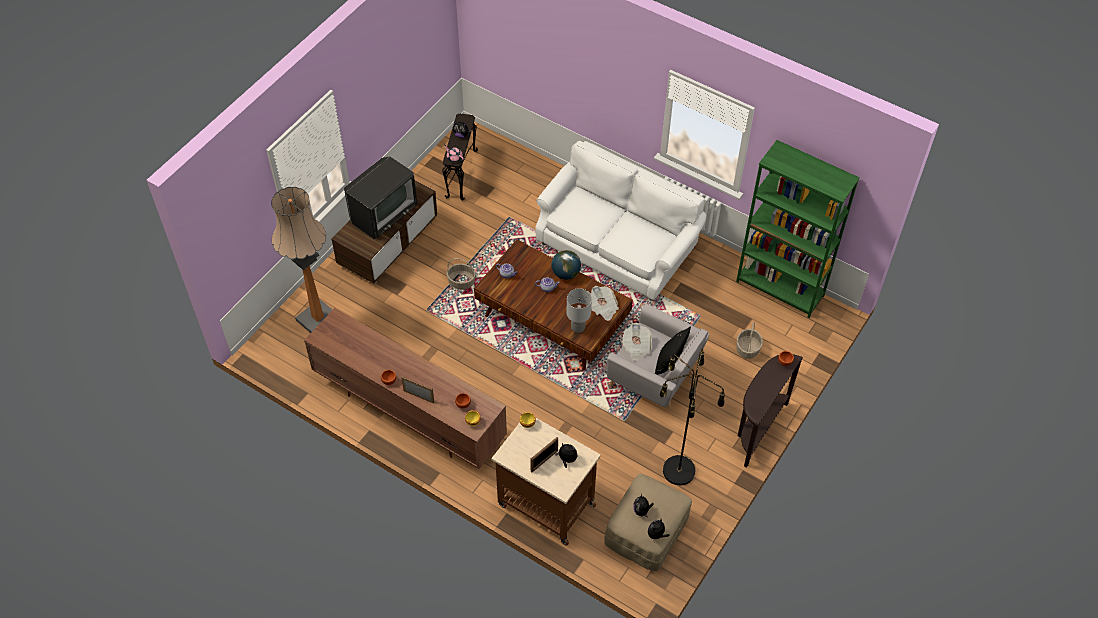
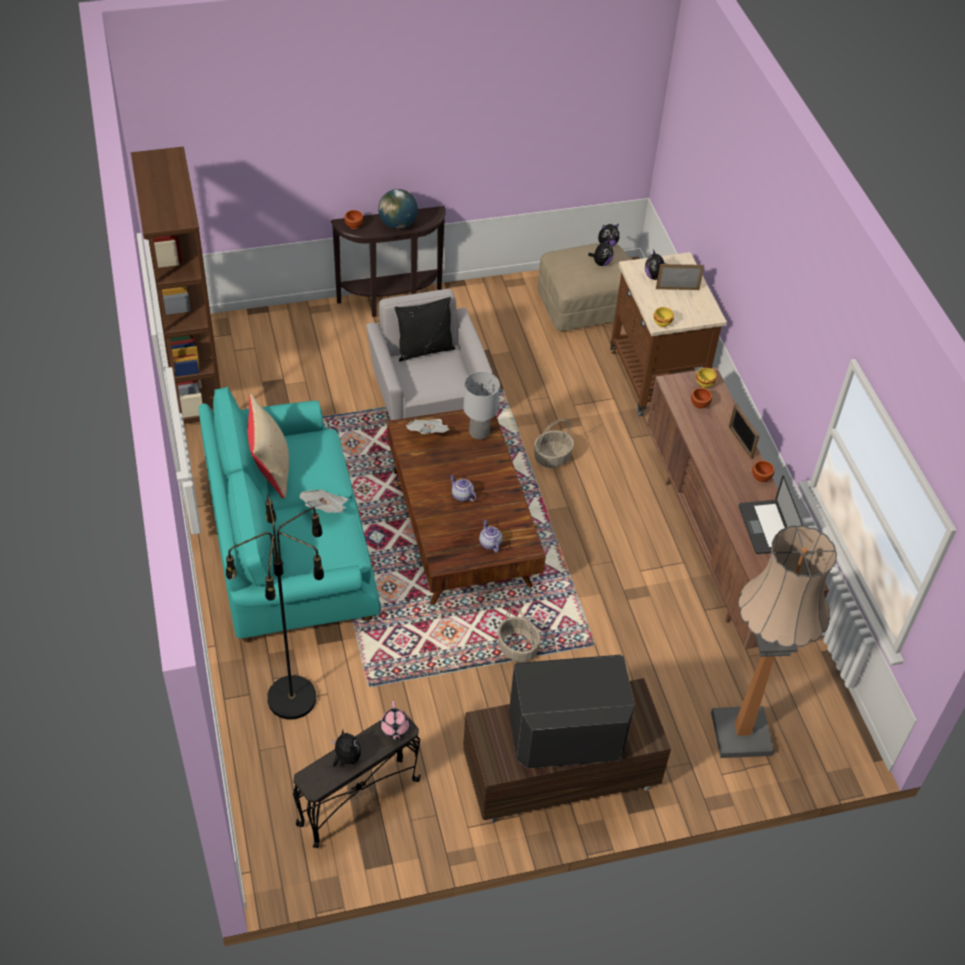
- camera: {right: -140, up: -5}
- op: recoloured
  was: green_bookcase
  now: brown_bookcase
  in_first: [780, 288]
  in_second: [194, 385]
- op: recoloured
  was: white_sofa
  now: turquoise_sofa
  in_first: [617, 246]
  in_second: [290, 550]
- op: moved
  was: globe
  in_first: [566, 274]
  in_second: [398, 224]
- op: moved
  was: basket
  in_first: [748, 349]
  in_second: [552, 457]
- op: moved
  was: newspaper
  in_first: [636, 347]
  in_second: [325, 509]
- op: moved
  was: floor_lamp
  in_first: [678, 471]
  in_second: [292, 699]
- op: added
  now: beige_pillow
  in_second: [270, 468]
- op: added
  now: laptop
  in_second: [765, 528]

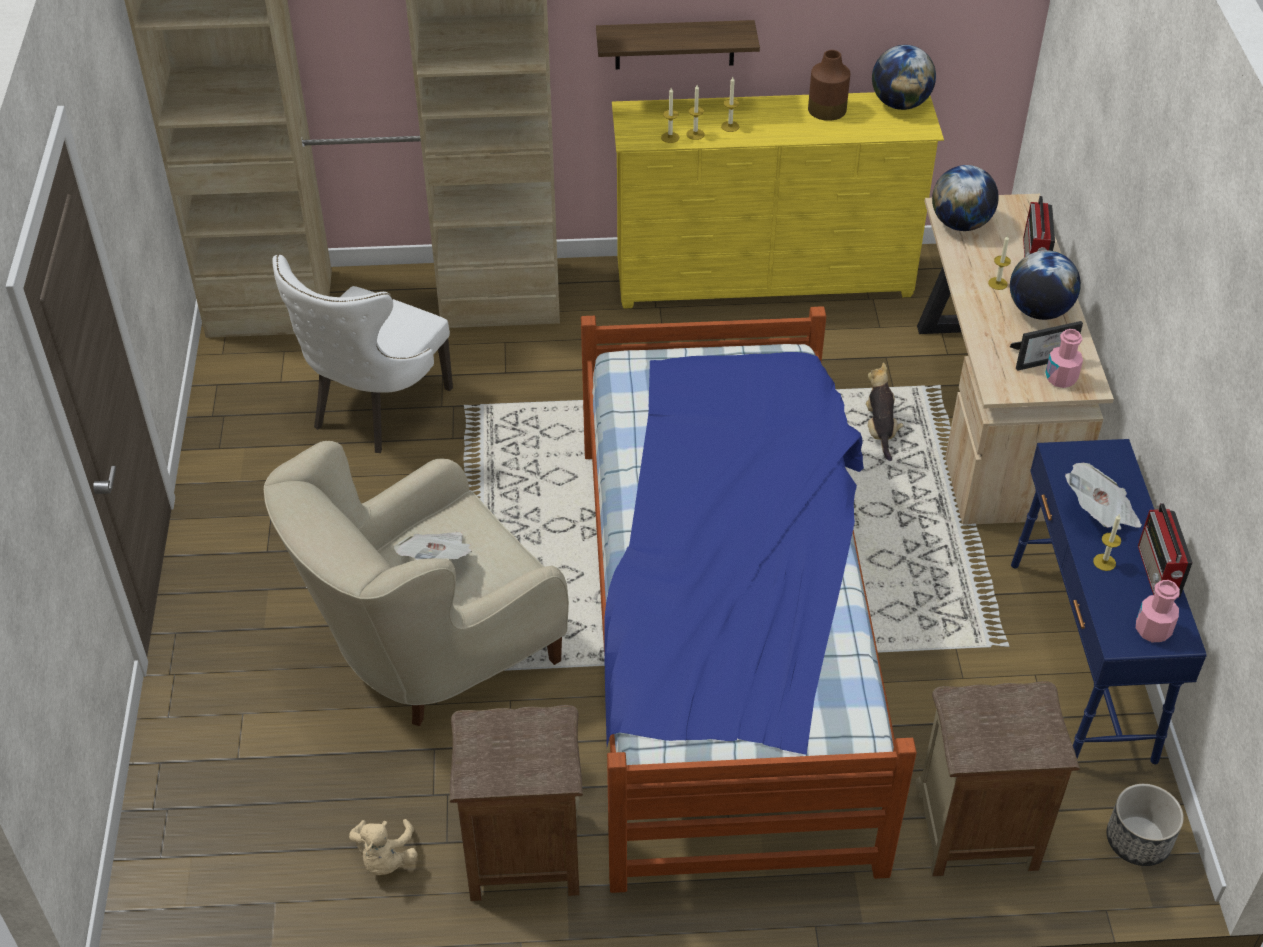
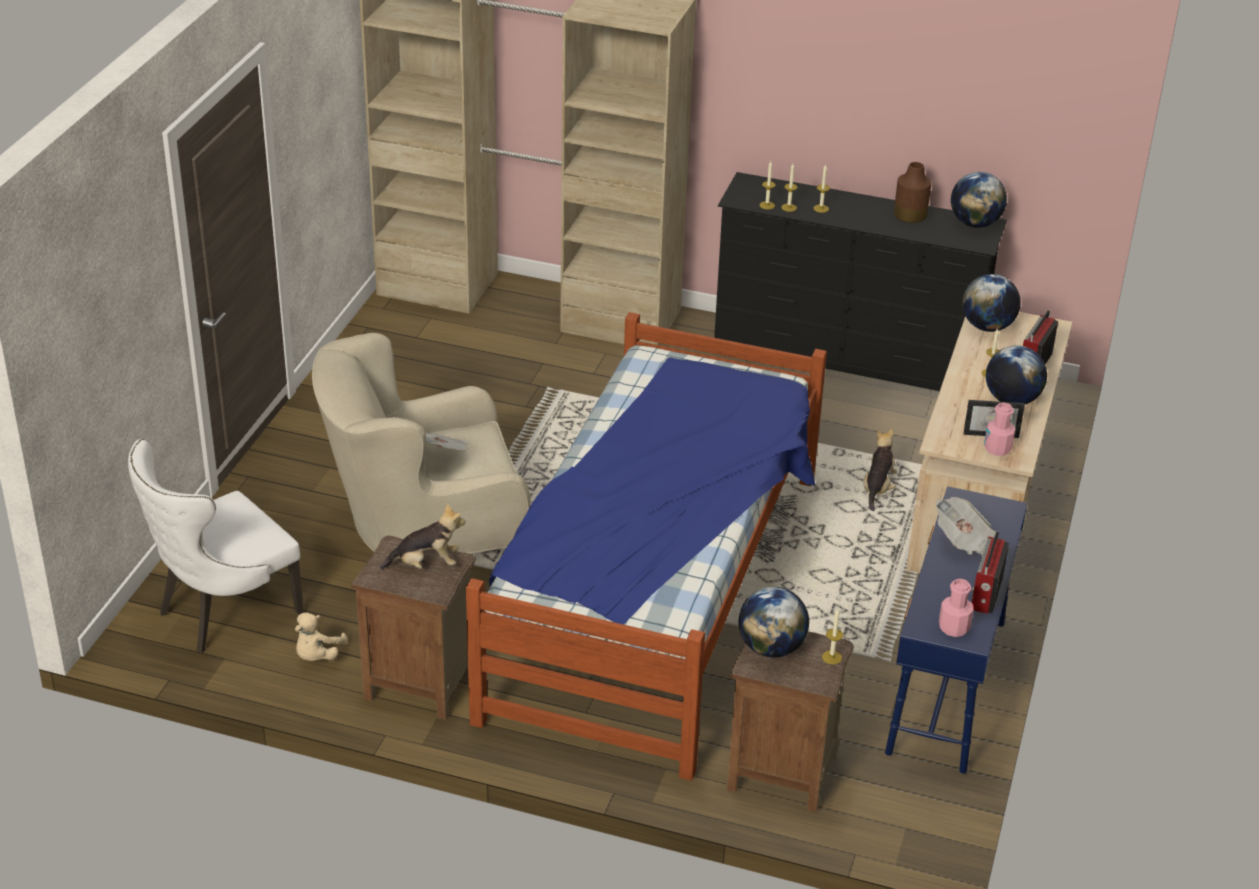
- camera: {right: 20, up: -10}
- op: removed
  was: shelf
  in_first: [674, 44]
- op: recoloured
  was: yellow_dresser
  now: black_dresser
  in_first: [763, 281]
  in_second: [845, 362]
- op: moved
  was: white_chair
  in_first: [375, 408]
  in_second: [223, 611]
- op: moved
  was: candle
  in_first: [1104, 562]
  in_second: [832, 657]
- op: removed
  was: planter
  in_first: [1138, 840]
- op: added
  now: plush_toy
  in_second: [426, 564]
- op: added
  now: globe
  in_second: [771, 647]

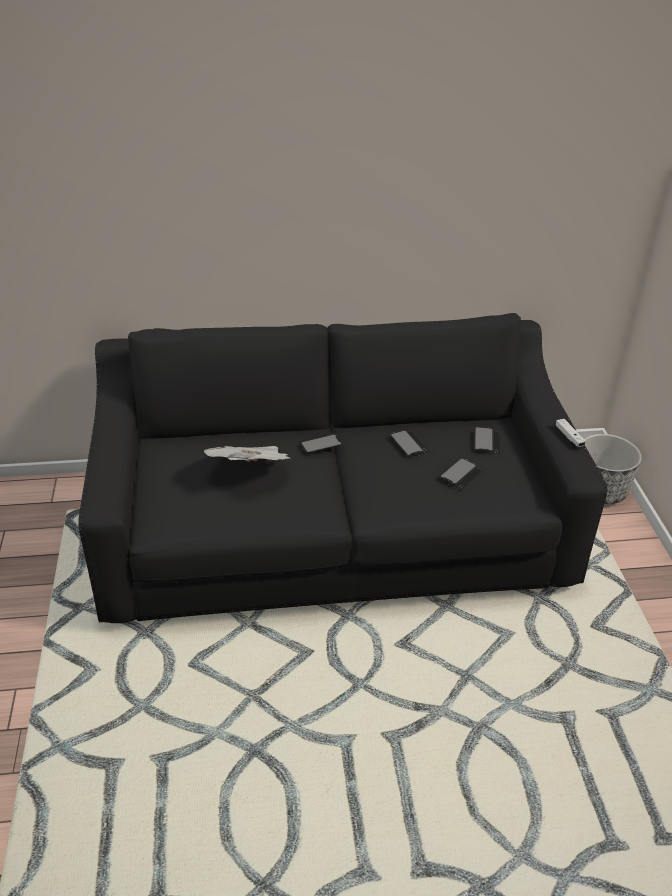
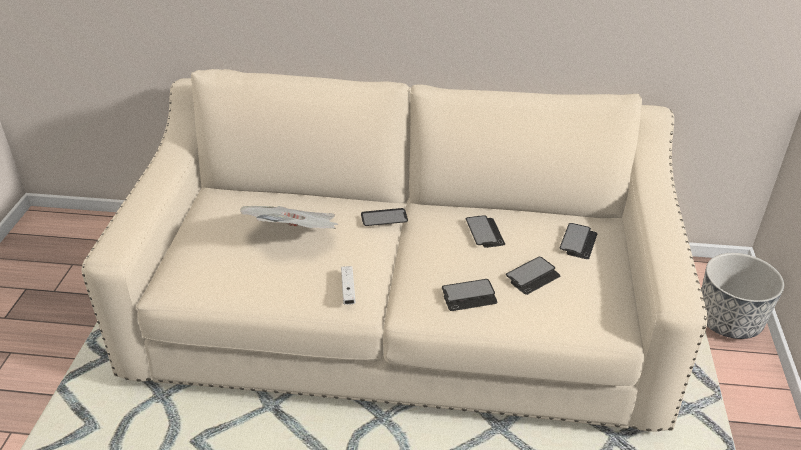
- camera: {right: 15, up: 0}
- op: recoloured
  was: black_sofa
  now: beige_sofa
  in_first: [334, 532]
  in_second: [401, 319]
- op: moved
  was: white_game_controller
  in_first: [569, 437]
  in_second: [348, 290]
- op: added
  now: phone
  in_second: [469, 296]

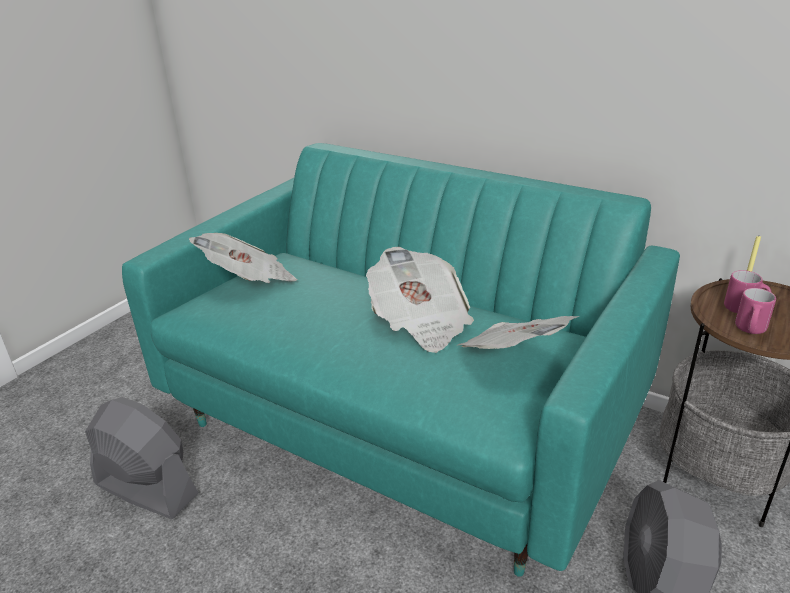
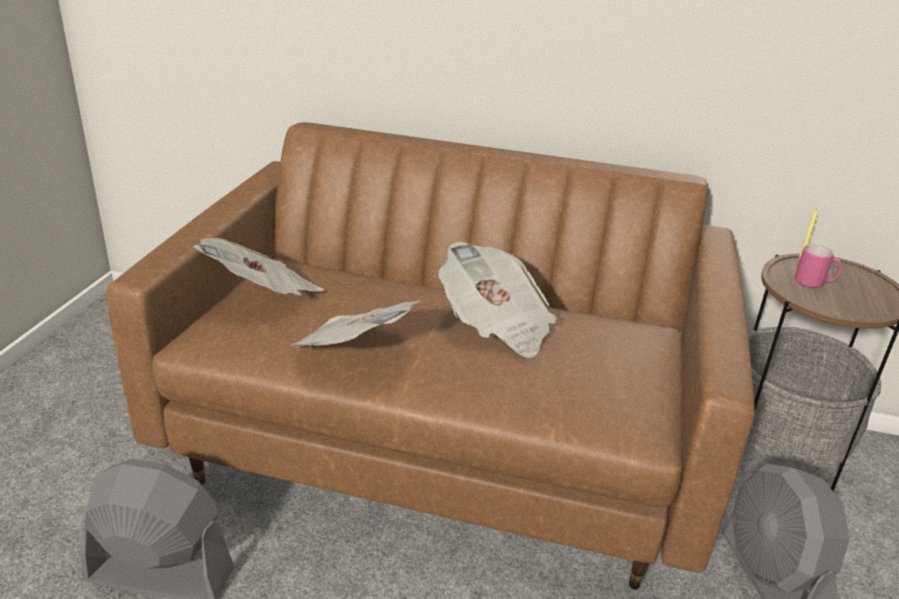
- camera: {right: -20, up: 0}
- op: recoloured
  was: turquoise_sofa
  now: brown_sofa
  in_first: [400, 422]
  in_second: [441, 444]
- op: removed
  was: pink_mug
  in_first: [749, 330]
- op: moved
  was: newspaper
  in_first: [513, 356]
  in_second: [354, 352]

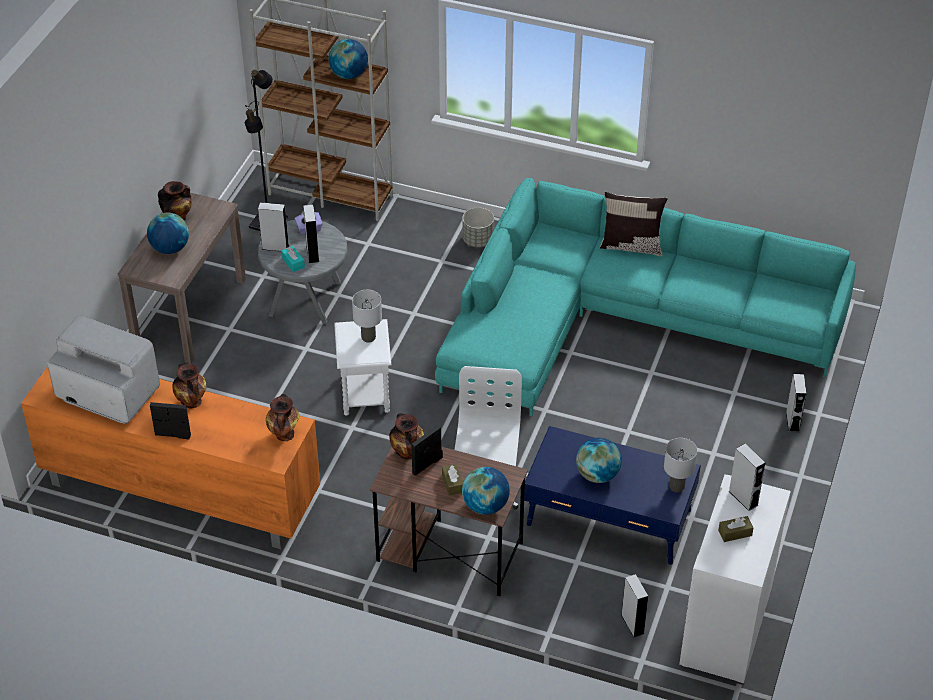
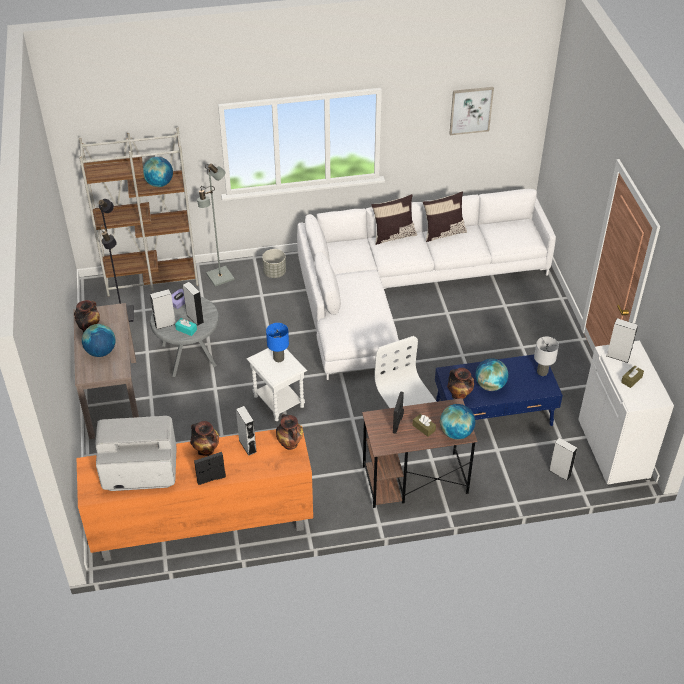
- camera: {right: -30, up: 0}
- op: recoloured
  was: turquoise_sofa
  now: white_sofa
  in_first: [619, 322]
  in_second: [403, 289]
- op: recoloured
  was: white_table_lamp
  now: blue_table_lamp
  in_first: [368, 338]
  in_second: [278, 359]
- op: moved
  was: grey_speaker
  in_first: [792, 422]
  in_second: [247, 446]
- op: moved
  was: vase
  in_first: [407, 453]
  in_second: [459, 395]
- op: added
  now: picture
  in_second: [470, 110]
- op: added
  now: grey_floor_lamp
  in_second: [220, 276]
- op: added
  now: pillow
  in_second: [443, 233]

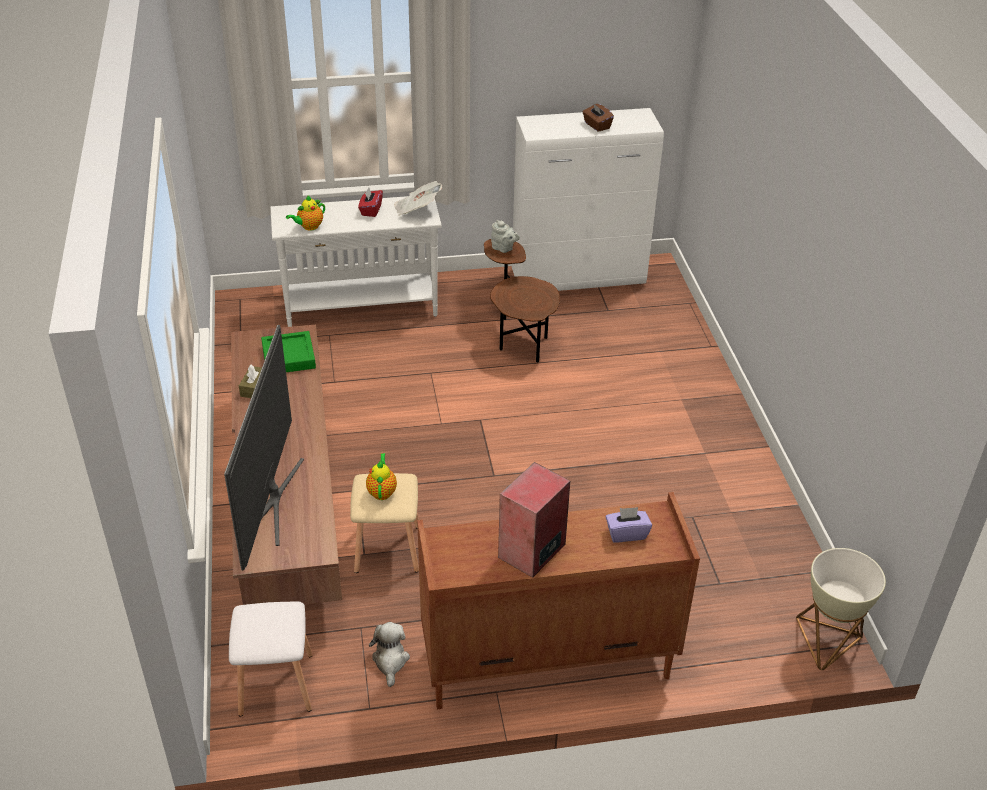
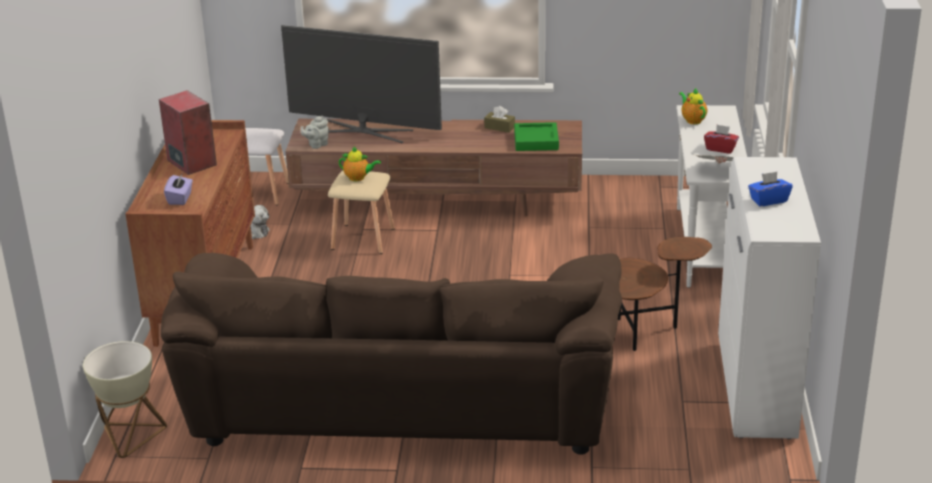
- camera: {right: 105, up: -10}
- op: recoloured
  was: brown_tissue_box
  now: blue_tissue_box
  in_first: [596, 125]
  in_second: [768, 200]
- op: moved
  was: grey_teapot
  in_first: [503, 249]
  in_second: [317, 145]
- op: added
  now: brown_sofa
  in_second: [401, 412]

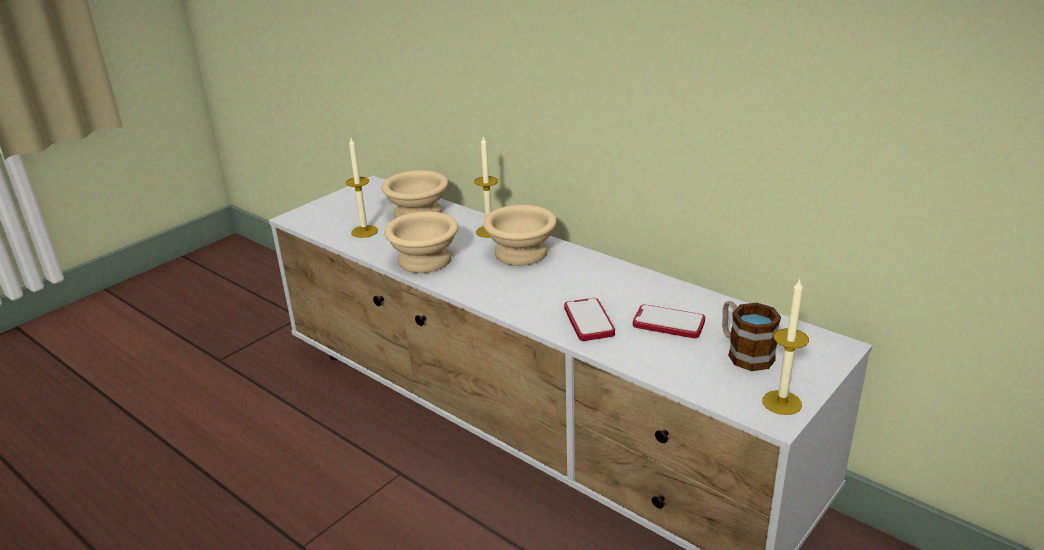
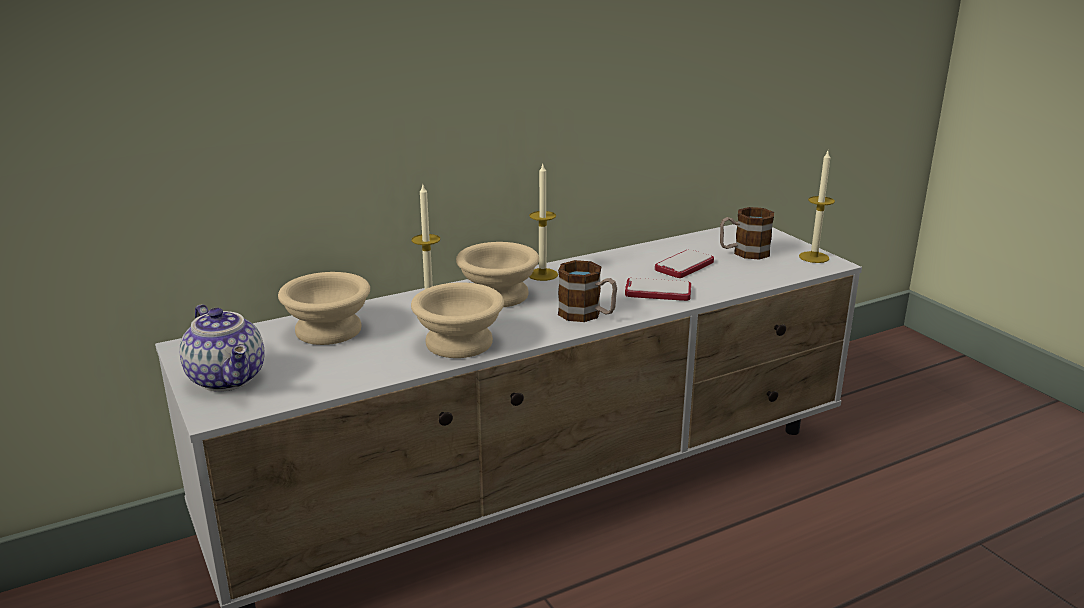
- camera: {right: -70, up: -5}
- op: moved
  was: candle
  in_first: [364, 231]
  in_second: [542, 274]
- op: added
  now: mug
  in_second: [587, 315]
- op: added
  now: teapot
  in_second: [229, 379]

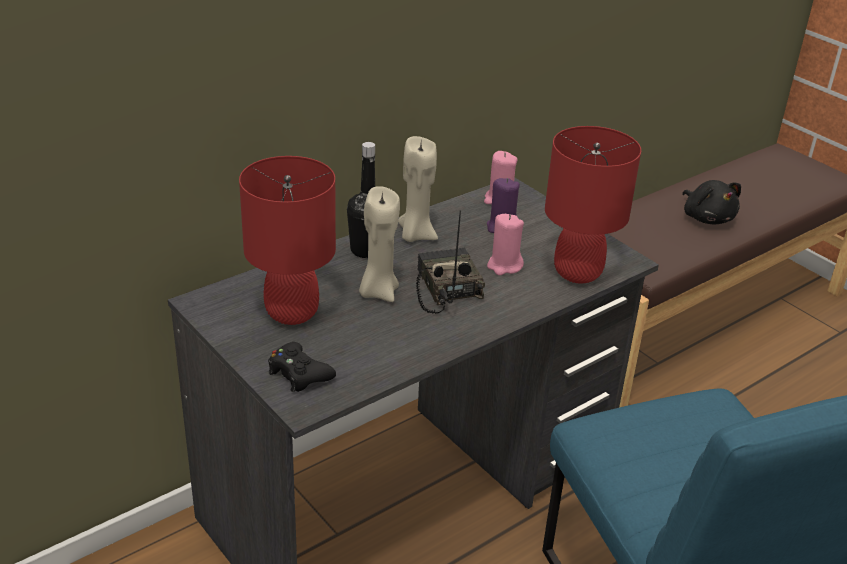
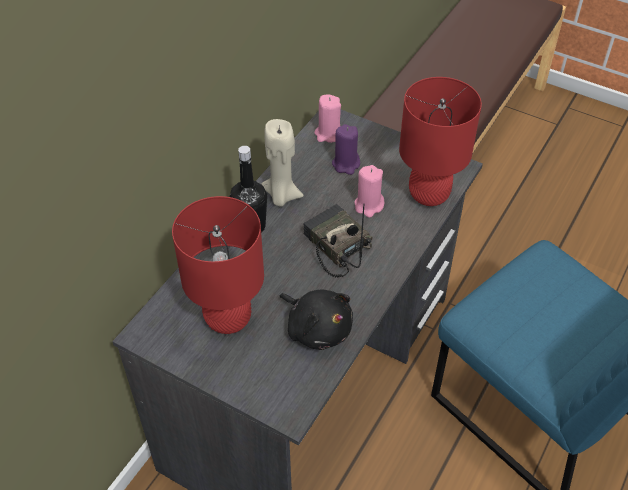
- camera: {right: -20, up: 15}
- op: moved
  was: black_plush_toy
  in_first: [707, 218]
  in_second: [317, 328]
- op: removed
  was: beige_candle
  in_first: [378, 292]
- op: removed
  was: black_game_controller
  in_first: [299, 374]

